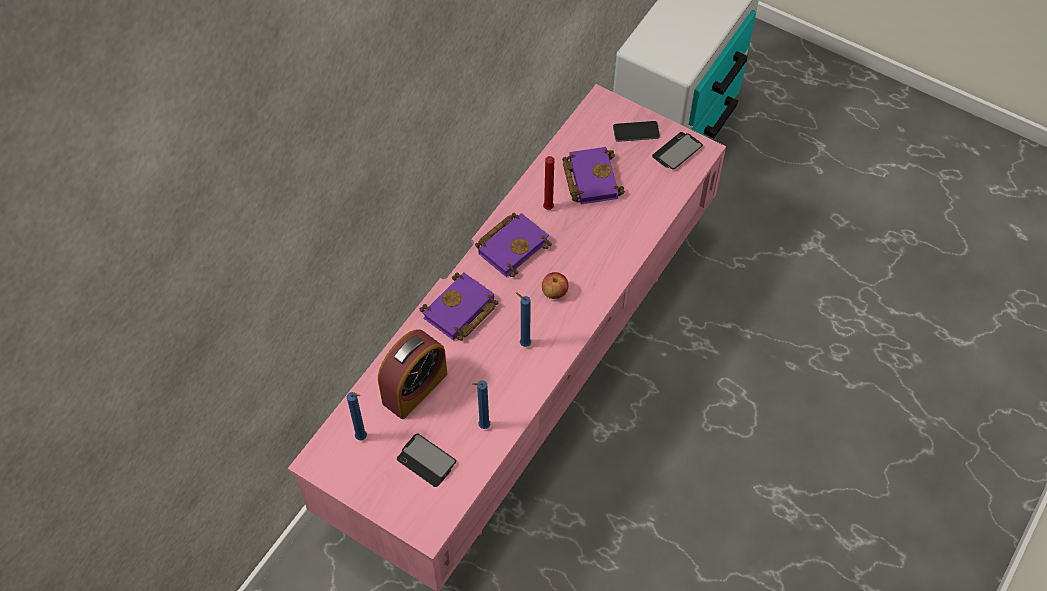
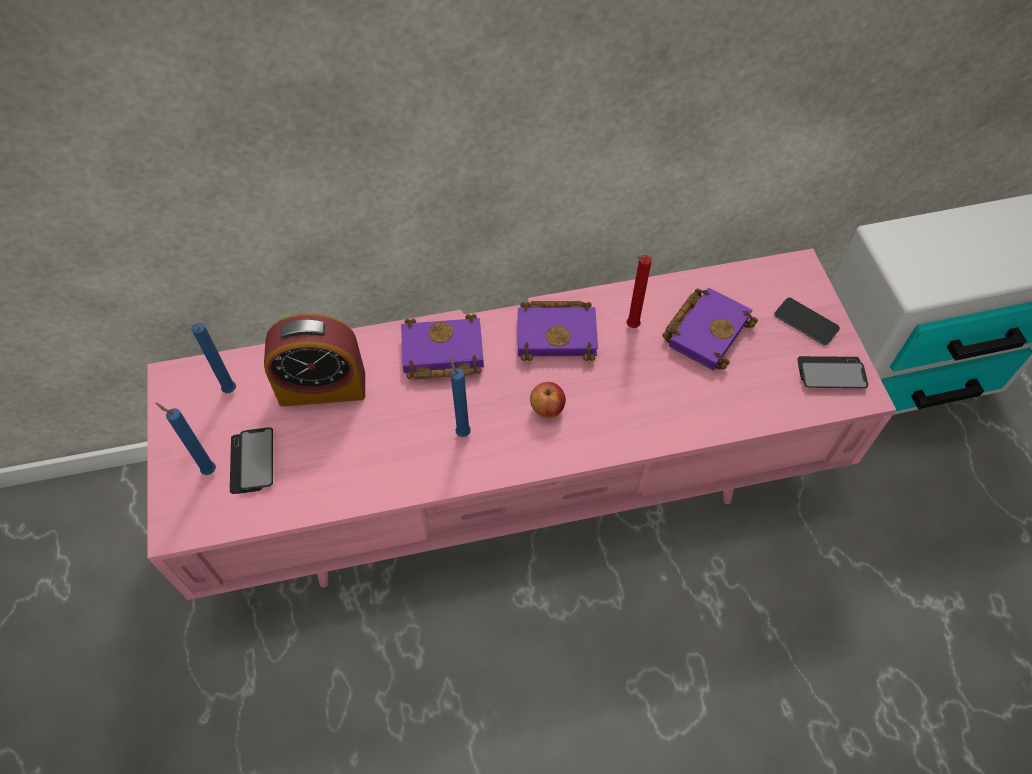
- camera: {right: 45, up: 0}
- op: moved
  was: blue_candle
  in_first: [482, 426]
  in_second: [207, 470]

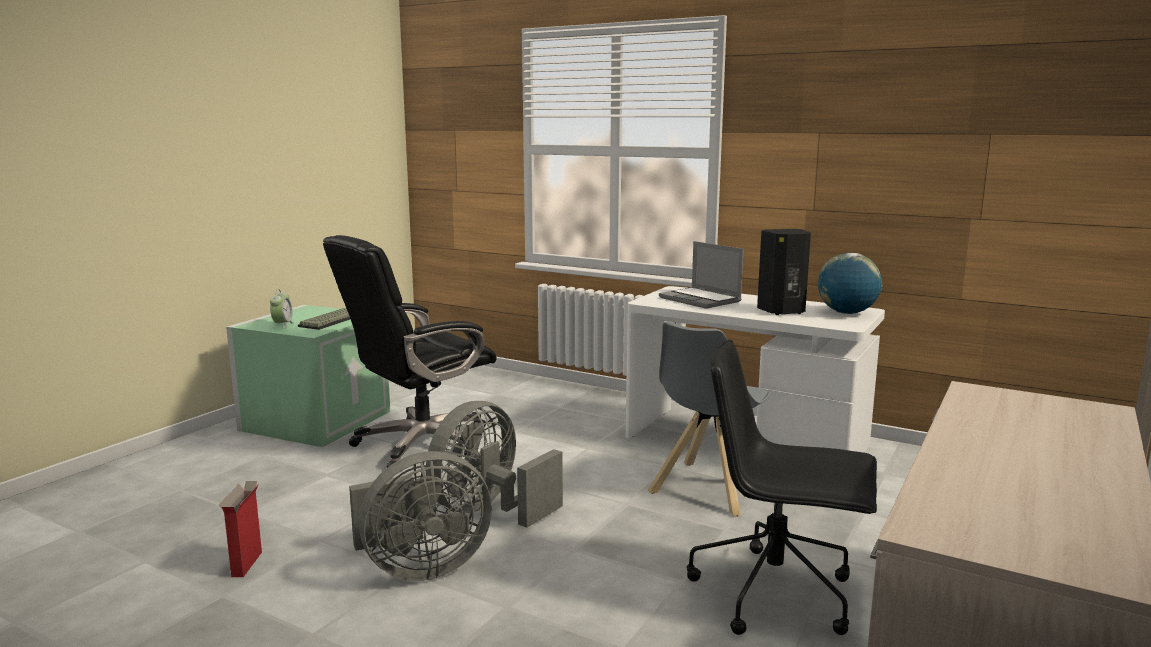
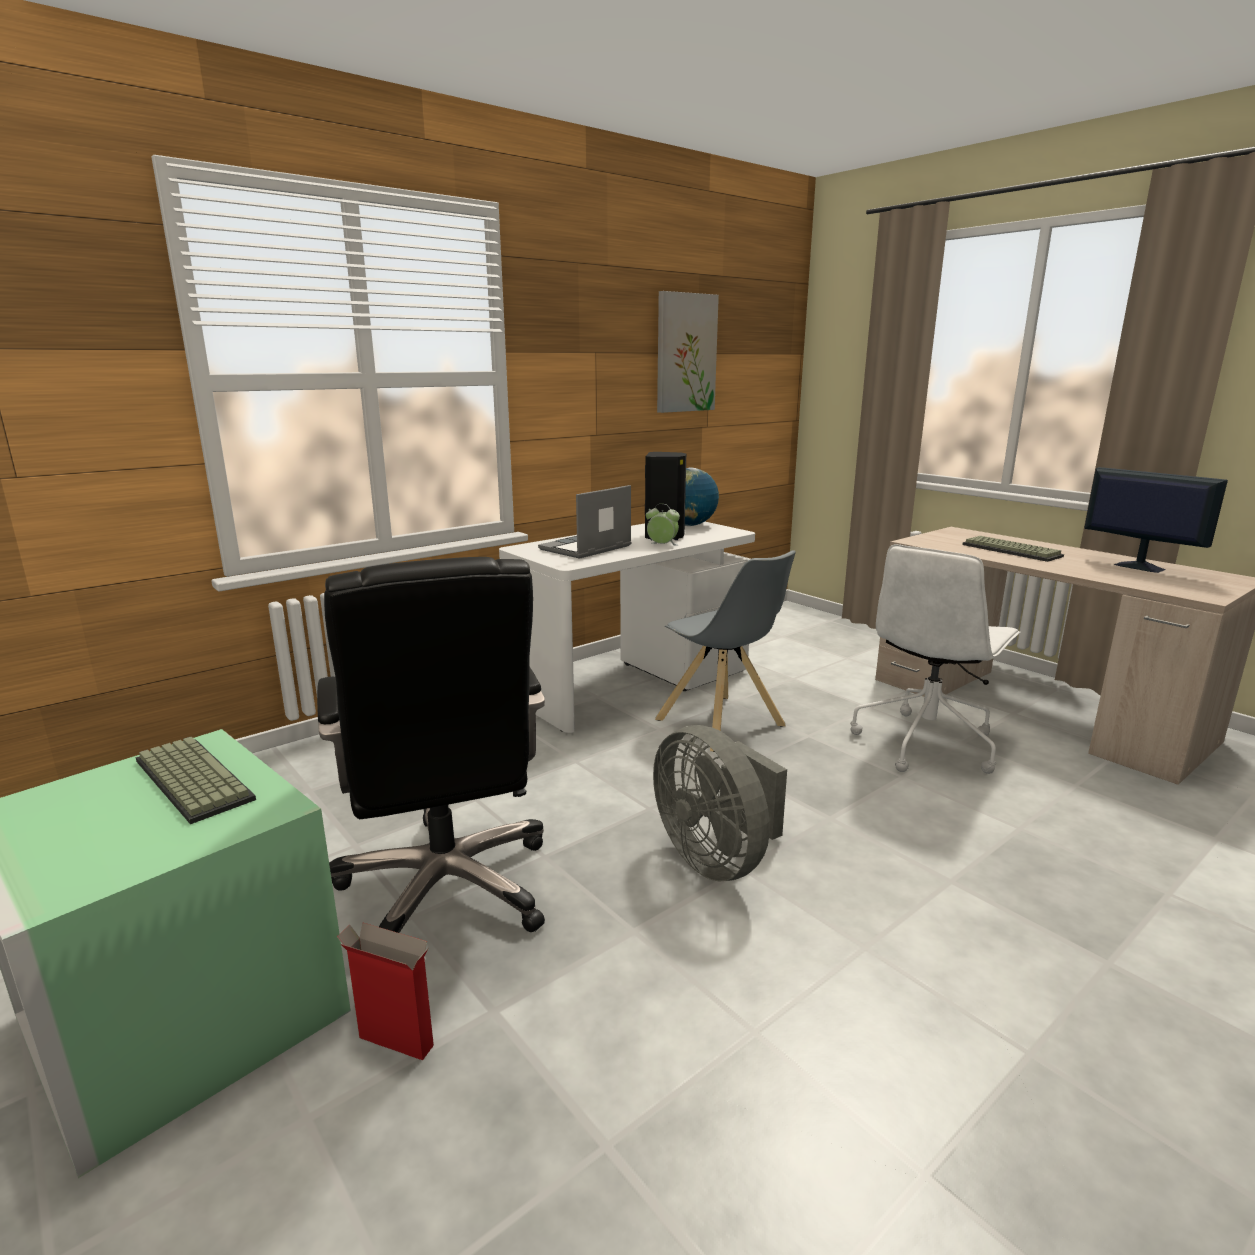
- camera: {right: -70, up: 5}
- op: turned
  was: laptop
  in_first: [701, 300]
  in_second: [585, 548]
  clockwise: 150
- op: moved
  was: alarm_clock
  in_first: [282, 325]
  in_second: [662, 545]
- op: recoloured
  was: black_office_chair
  now: white_office_chair
  in_first: [781, 595]
  in_second: [927, 742]
- op: removed
  was: grey_fan
  in_first: [420, 568]
- op: moved
  was: cardboard_box
  in_first: [247, 563]
  in_second: [394, 1041]
- op: added
  now: picture
  in_second: [685, 353]
- op: added
  now: monitor
  in_second: [1137, 566]
- op: added
  now: keyboard
  in_second: [1013, 550]

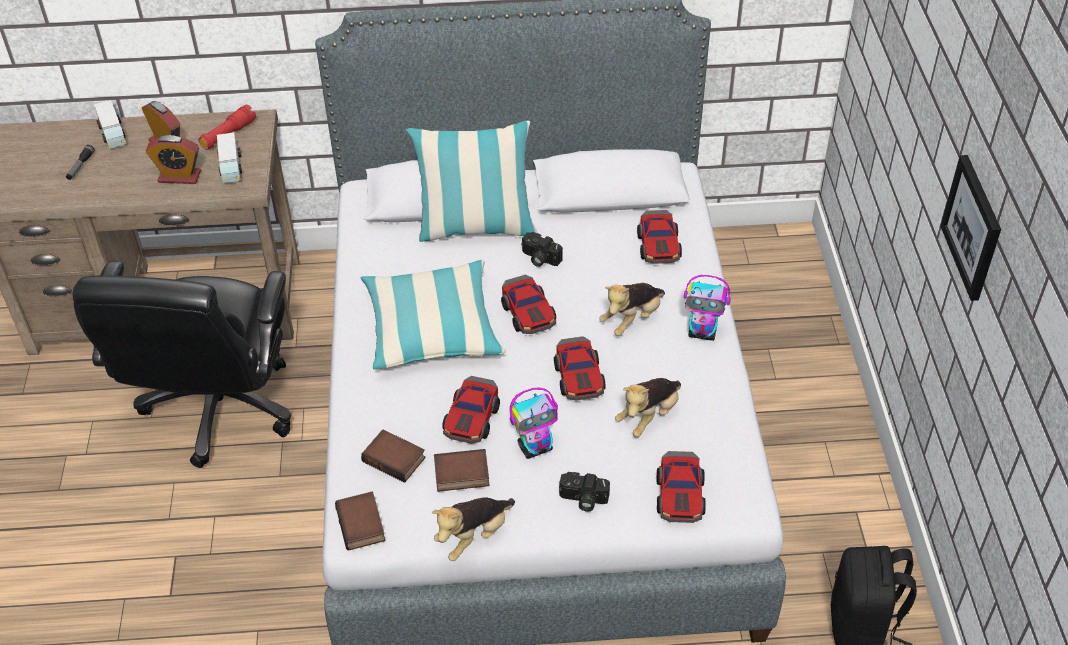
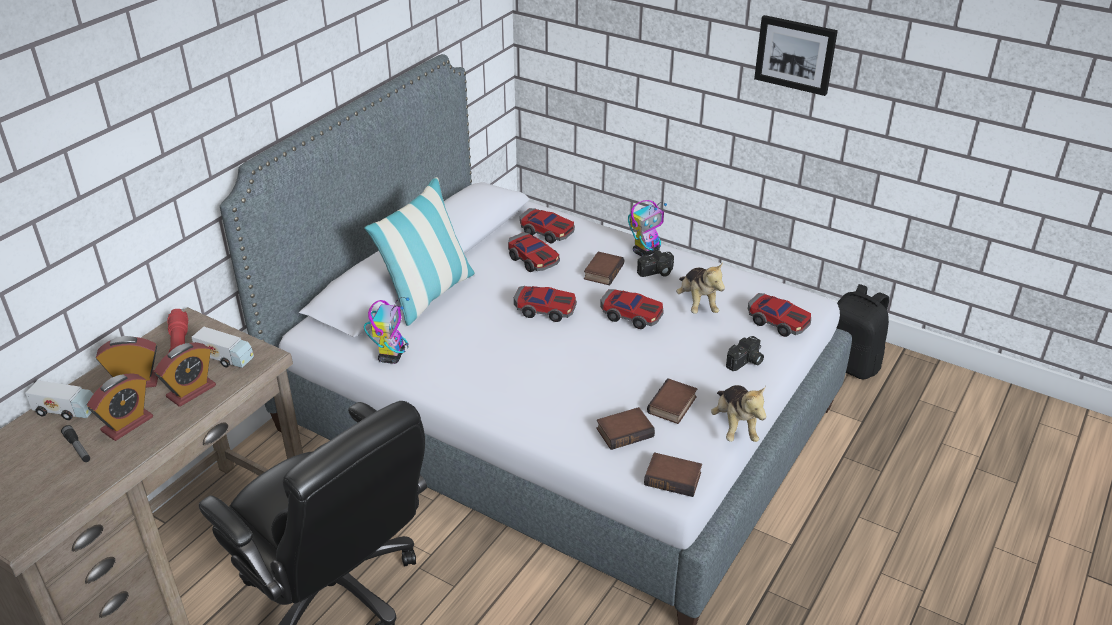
- camera: {right: -55, up: -10}
- op: moved
  was: photo_camera
  in_first: [539, 258]
  in_second: [656, 273]
- op: removed
  was: pillow
  in_first: [432, 328]
- op: replaced
  was: plush_toy
  now: book
  in_first: [632, 319]
  in_second: [602, 271]
- op: moved
  was: toy_car
  in_first: [472, 418]
  in_second: [533, 259]
- op: moved
  was: toy_robot
  in_first: [535, 447]
  in_second: [391, 355]
- op: added
  now: alarm_clock
  in_second: [127, 424]

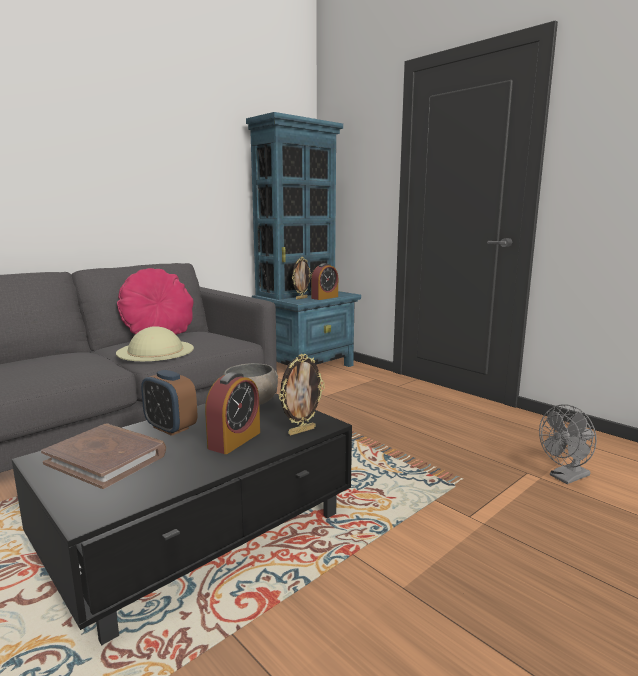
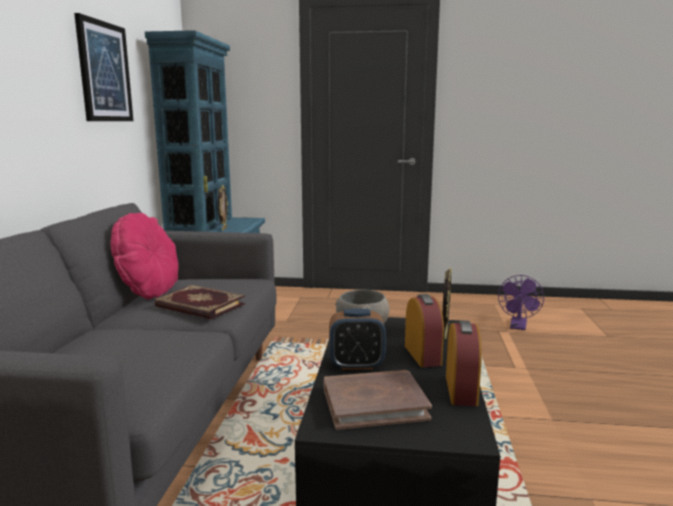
- camera: {right: -40, up: 0}
- op: moved
  was: alarm_clock
  in_first: [324, 297]
  in_second: [461, 390]
- op: replaced
  was: beige_hat
  now: book
  in_first: [155, 350]
  in_second: [199, 306]
- op: recoloured
  was: grey_fan
  now: purple_fan
  in_first: [565, 477]
  in_second: [518, 327]
- op: added
  now: picture
  in_second: [104, 72]

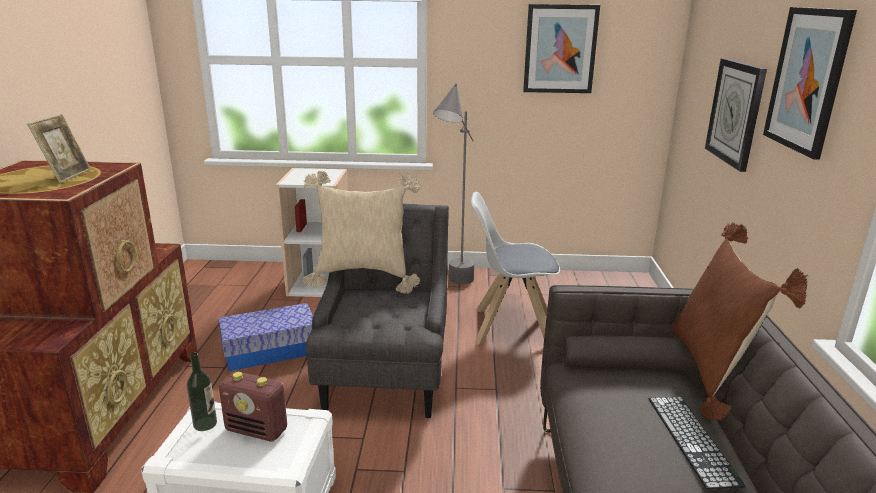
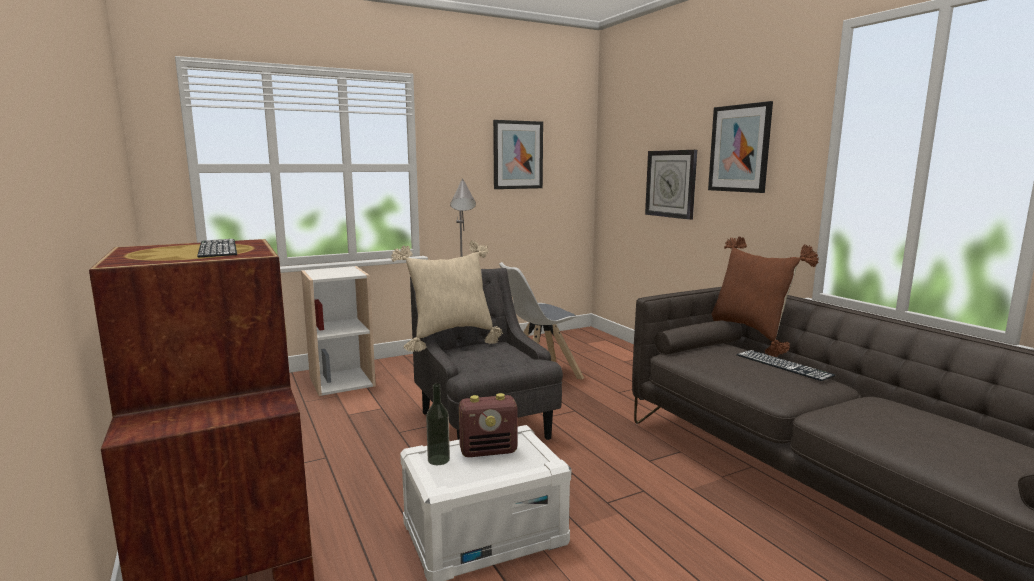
- camera: {right: -30, up: -10}
- op: replaced
  was: picture_frame
  now: keyboard
  in_first: [67, 176]
  in_second: [217, 248]
- op: removed
  was: storage_box
  in_first: [270, 350]

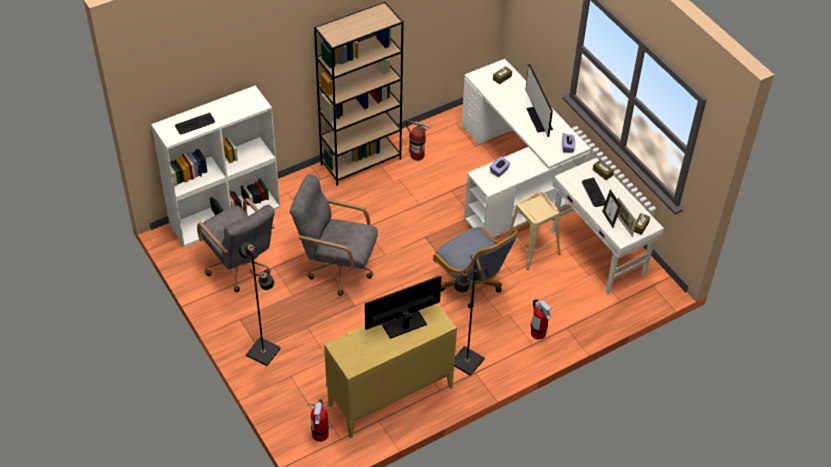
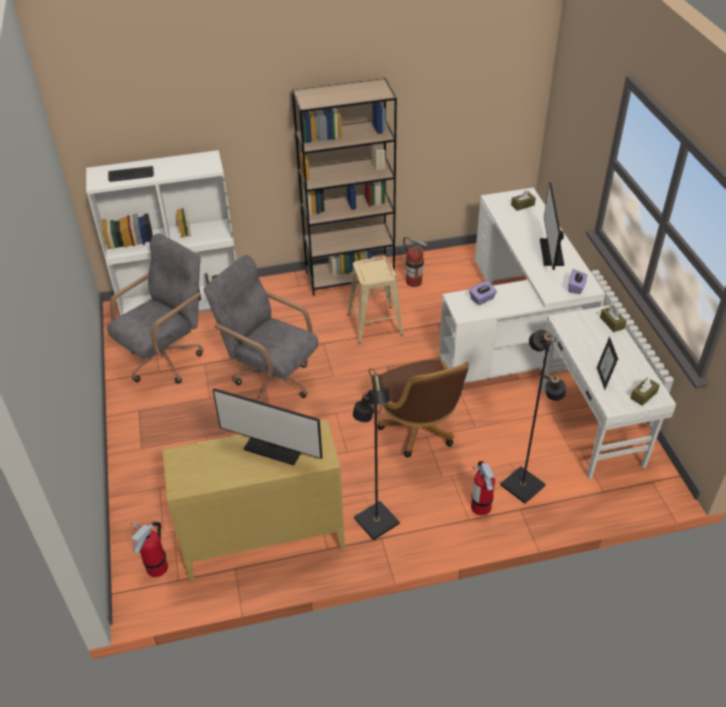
- camera: {right: 20, up: -5}
- op: removed
  was: keyboard
  in_first: [593, 193]
- op: moved
  was: beige_stool
  in_first: [531, 249]
  in_second: [374, 324]
- op: removed
  was: picture_frame
  in_first: [623, 225]
- op: turned
  was: grey_office_chair
  in_first: [240, 270]
  in_second: [168, 359]
  clockwise: -120
- op: recoloured
  was: blue_office_chair
  now: brown_office_chair
  in_first: [474, 287]
  in_second: [421, 434]
- op: moved
  was: black_floor_lamp
  in_first: [263, 352]
  in_second: [522, 485]
- op: turned
  was: monitor
  in_first: [404, 325]
  in_second: [274, 448]
  clockwise: -150

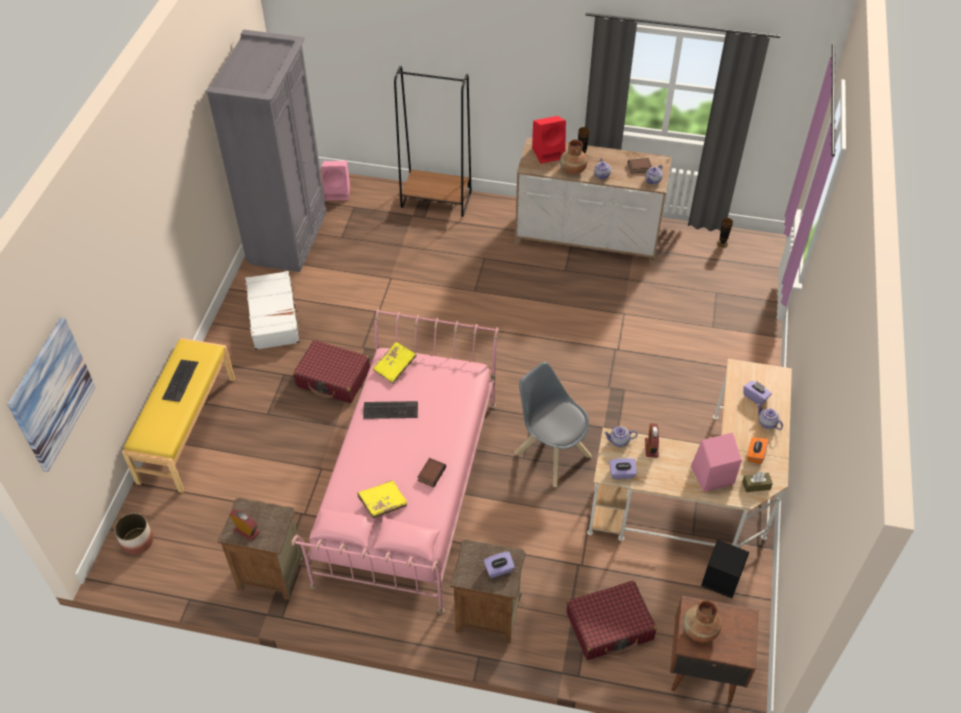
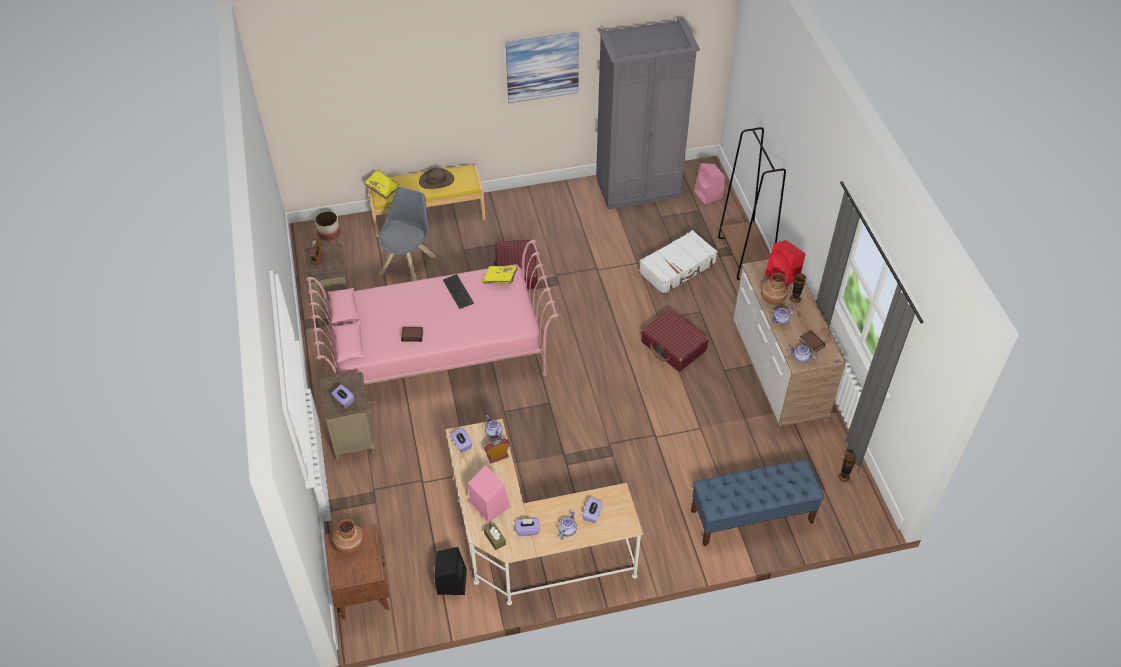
- camera: {right: 65, up: 0}
- op: moved
  was: white_suitcase
  in_first: [274, 316]
  in_second: [678, 268]
- op: moved
  was: picture
  in_first: [52, 394]
  in_second: [542, 67]
- op: replaced
  was: keyboard
  now: brown_hat
  in_first: [180, 380]
  in_second: [436, 180]
- op: moved
  was: grey_chair
  in_first: [551, 453]
  in_second: [408, 264]
- op: recoloured
  was: orange_tissue_box
  now: purple_tissue_box
  in_first: [755, 454]
  in_second: [527, 530]
- op: moved
  was: yellow_book
  in_first: [382, 503]
  in_second: [382, 188]
- op: moved
  was: red_suitcase
  in_first: [609, 626]
  in_second: [673, 346]
- op: added
  now: blue_bench
  in_second: [751, 517]

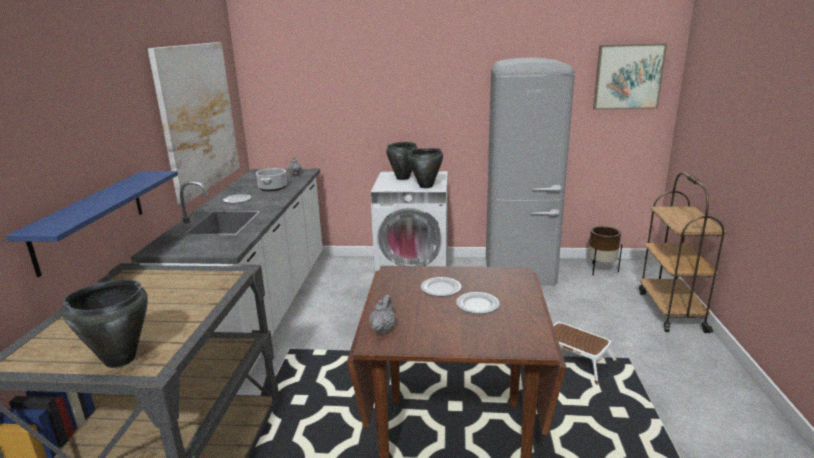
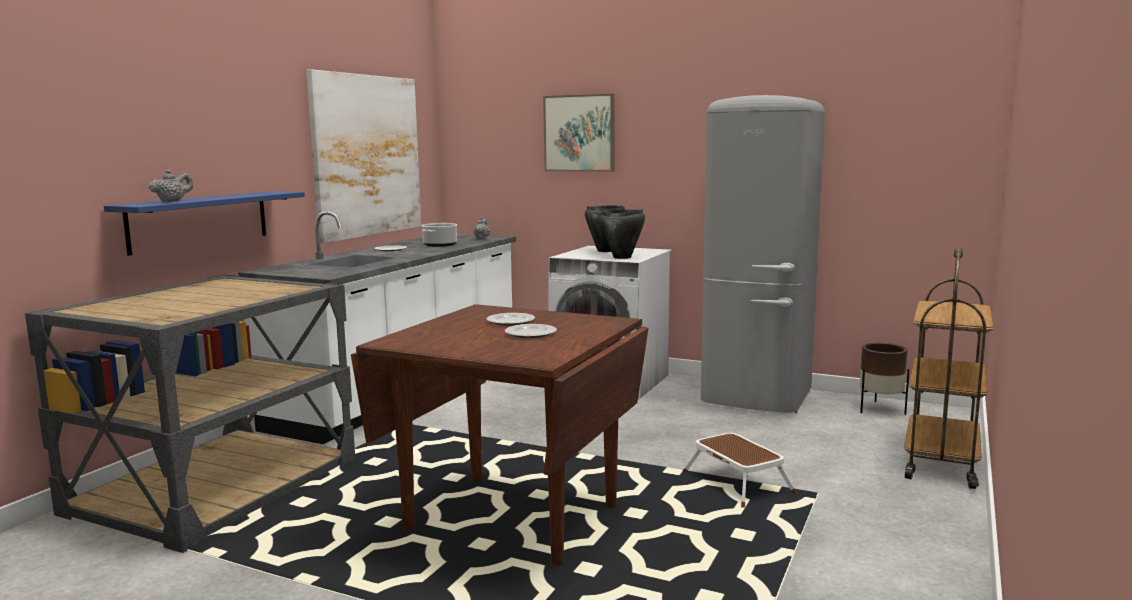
- camera: {right: 20, up: -10}
- op: moved
  was: picture
  in_first: [628, 77]
  in_second: [579, 133]
- op: removed
  was: black_cooking_pot
  in_first: [119, 359]
- op: moved
  was: grey_teapot
  in_first: [383, 329]
  in_second: [172, 201]

